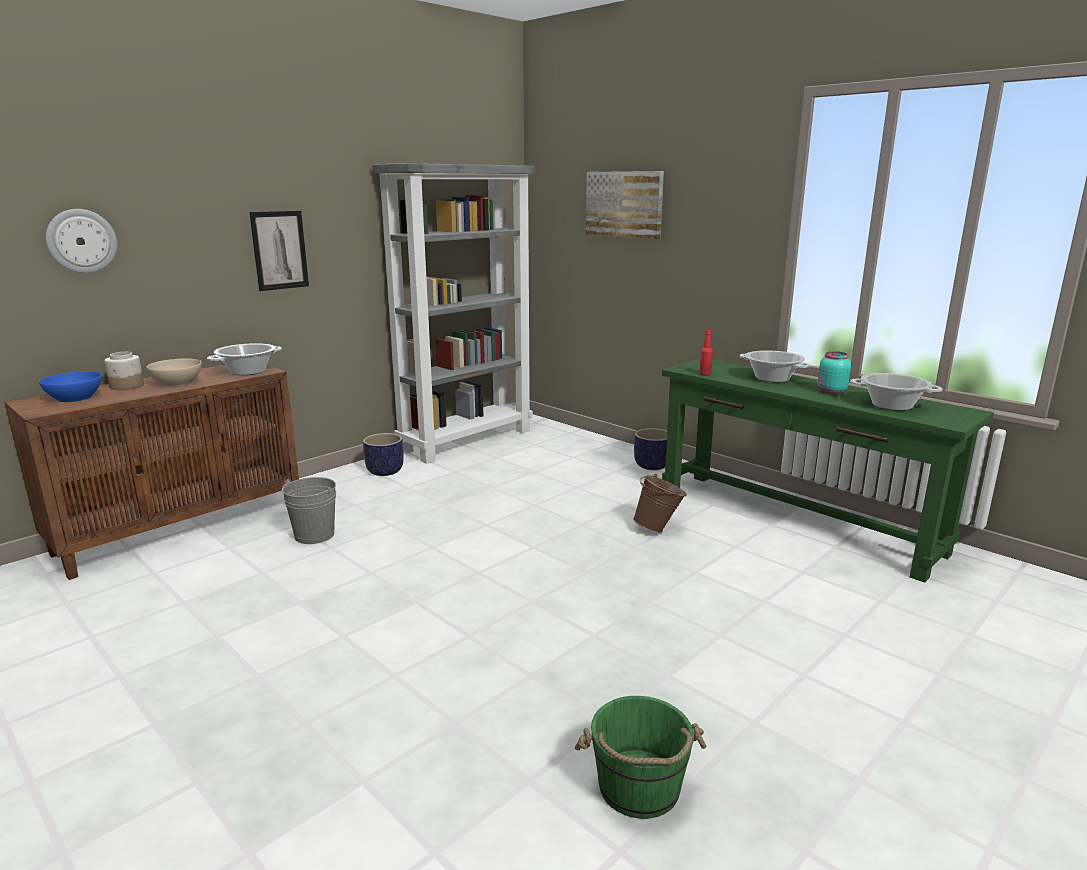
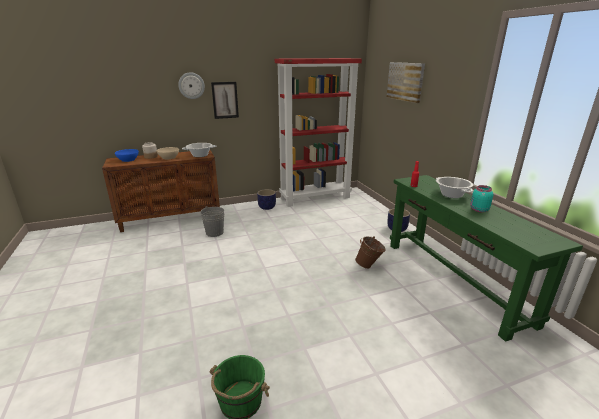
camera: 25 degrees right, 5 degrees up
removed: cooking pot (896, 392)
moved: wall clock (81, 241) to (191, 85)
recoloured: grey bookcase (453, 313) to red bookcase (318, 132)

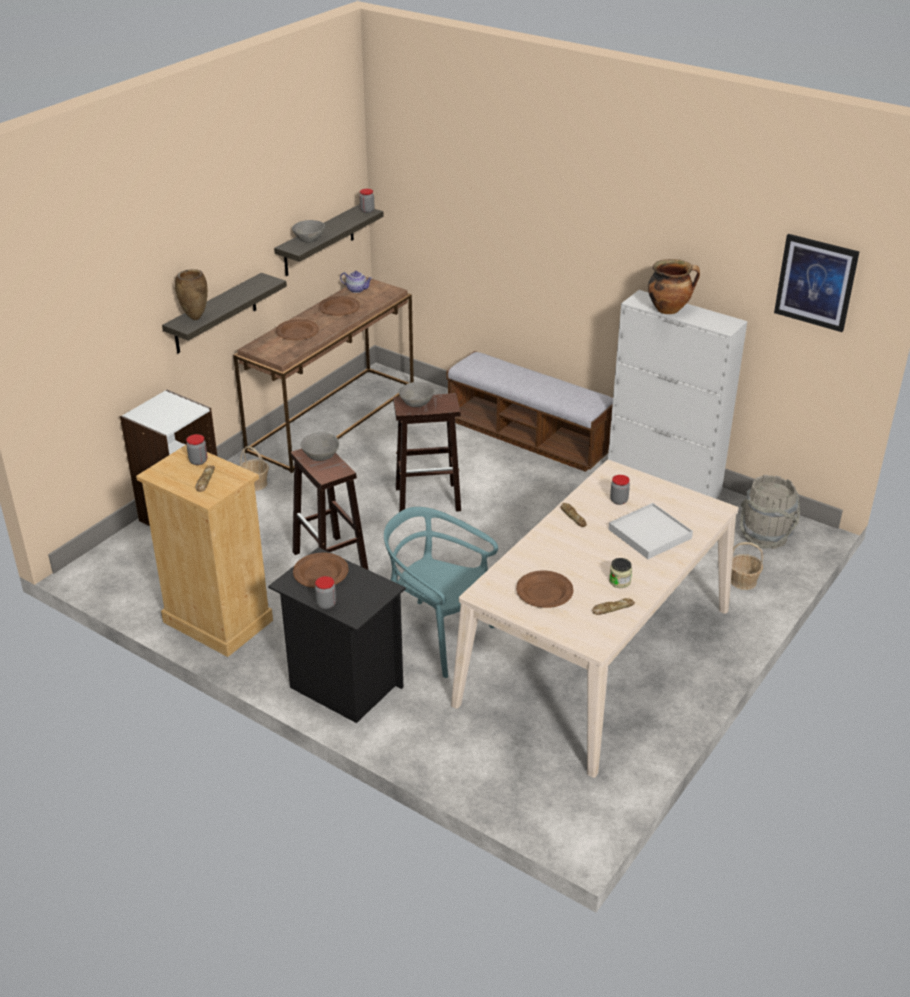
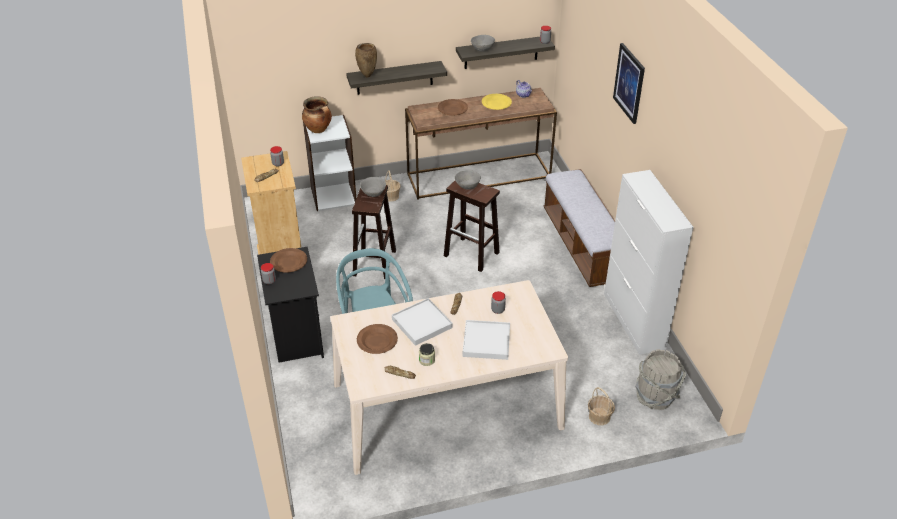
camera: 40 degrees right, 5 degrees up
added: white tray (422, 322)
moved: picture (816, 283) to (629, 83); cooking pot (674, 286) to (317, 114)
recoloured: brown plate (339, 306) to yellow plate (497, 102)

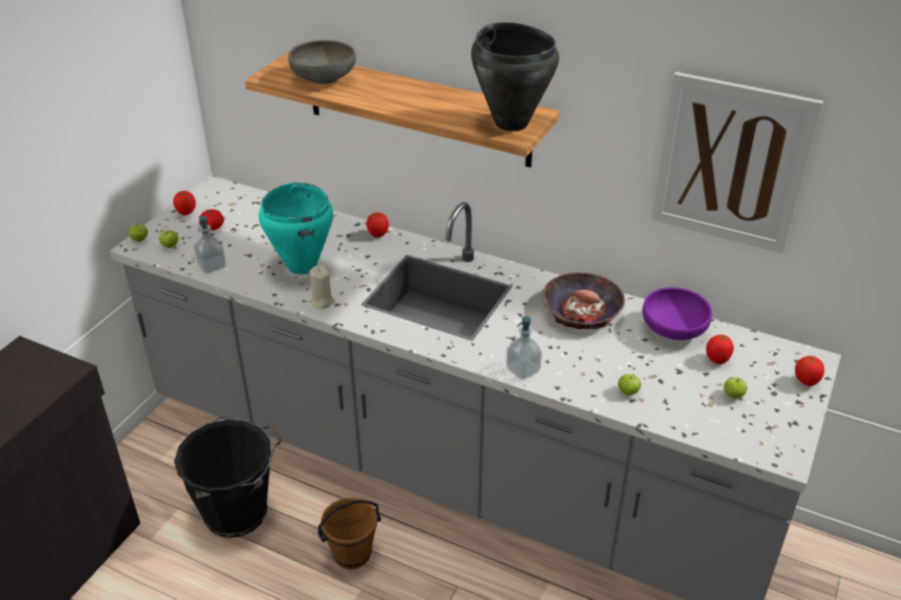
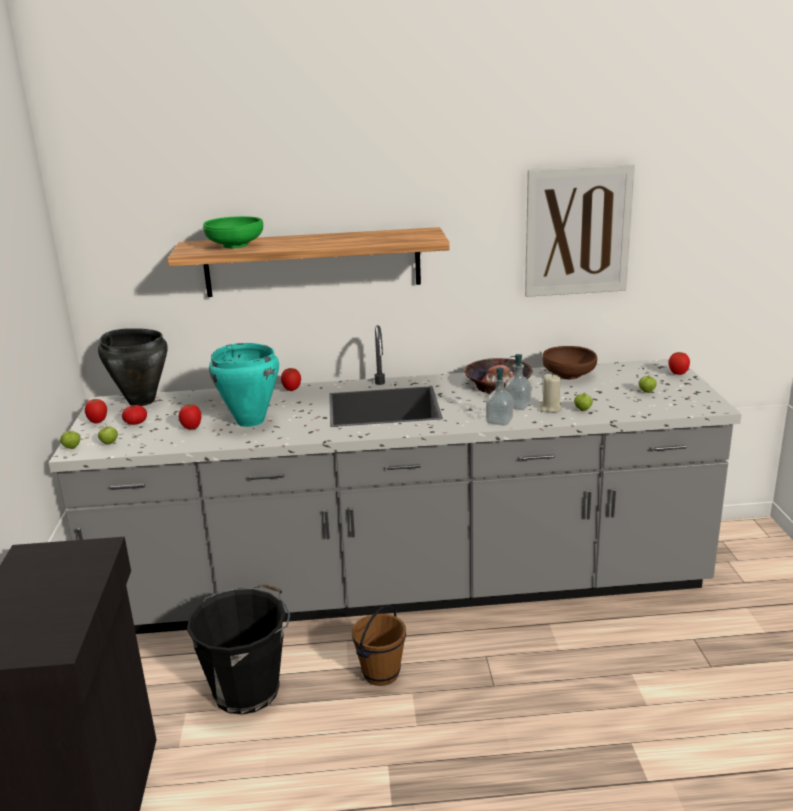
camera: 30 degrees left, 15 degrees down
moved: black cooking pot (515, 76) to (132, 367); soap dispenser (210, 244) to (518, 382); beige candle (321, 287) to (550, 393); tomato (720, 349) to (190, 416)
recoloured: grey bowl (322, 62) to green bowl (233, 232); purple bowl (677, 313) to brown bowl (569, 362)

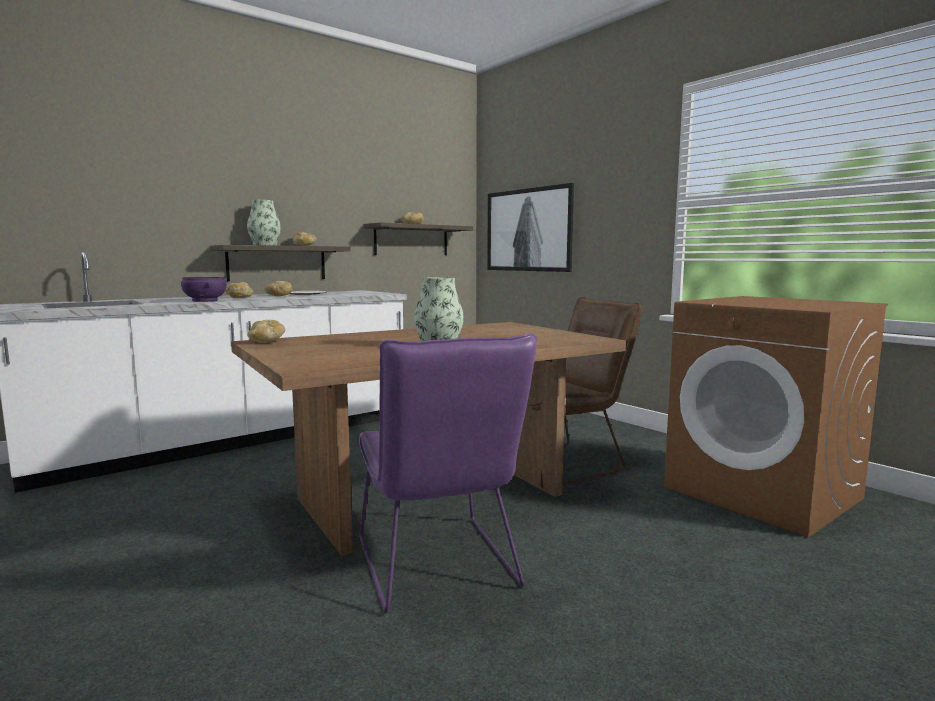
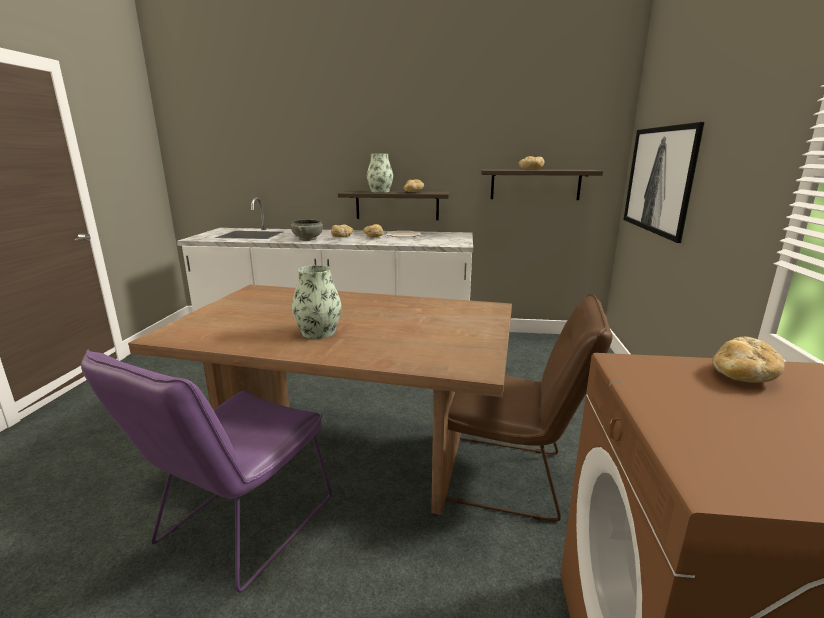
camera: 45 degrees right, 10 degrees up
moved: bread (266, 331) to (748, 360)
recoloured: purple bowl (204, 289) to grey bowl (307, 230)

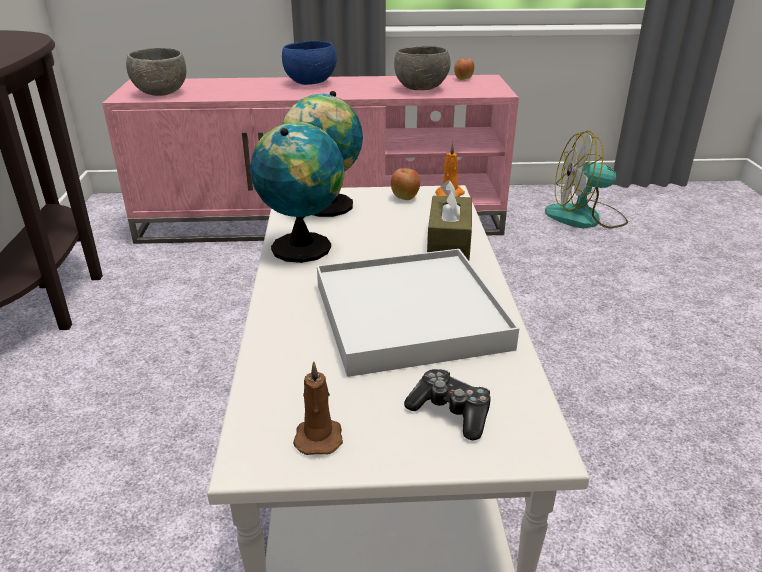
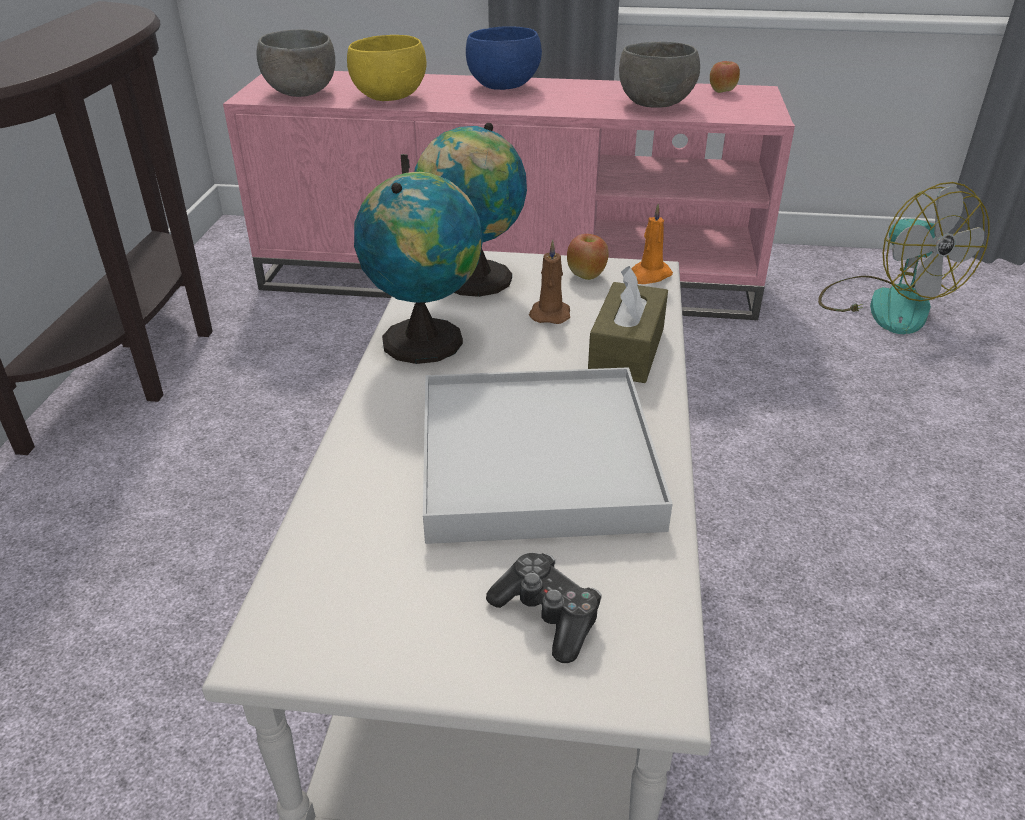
camera: 10 degrees right, 5 degrees up
added: yellow bowl (387, 68)
moved: brown candle (318, 408) to (549, 282)
turned: fan (586, 179) = (904, 258) 120 degrees counterclockwise

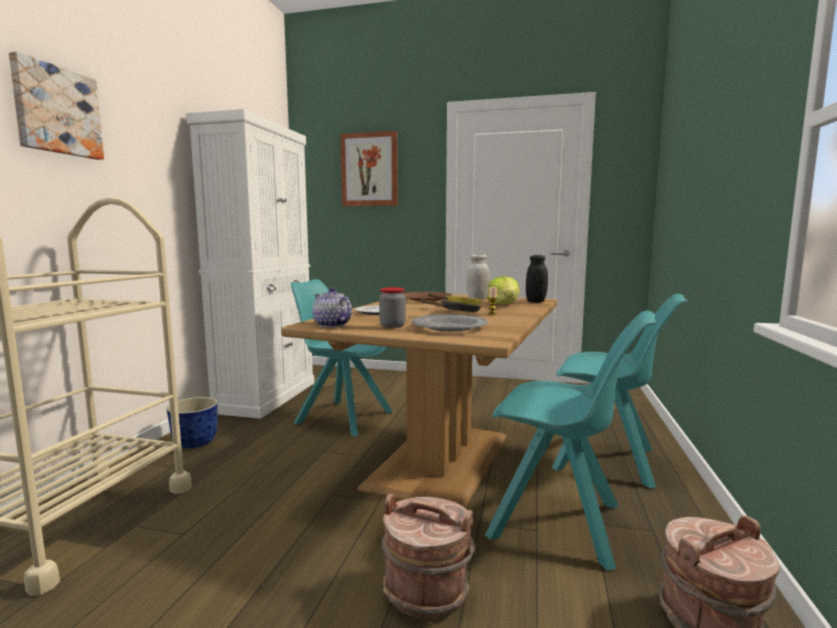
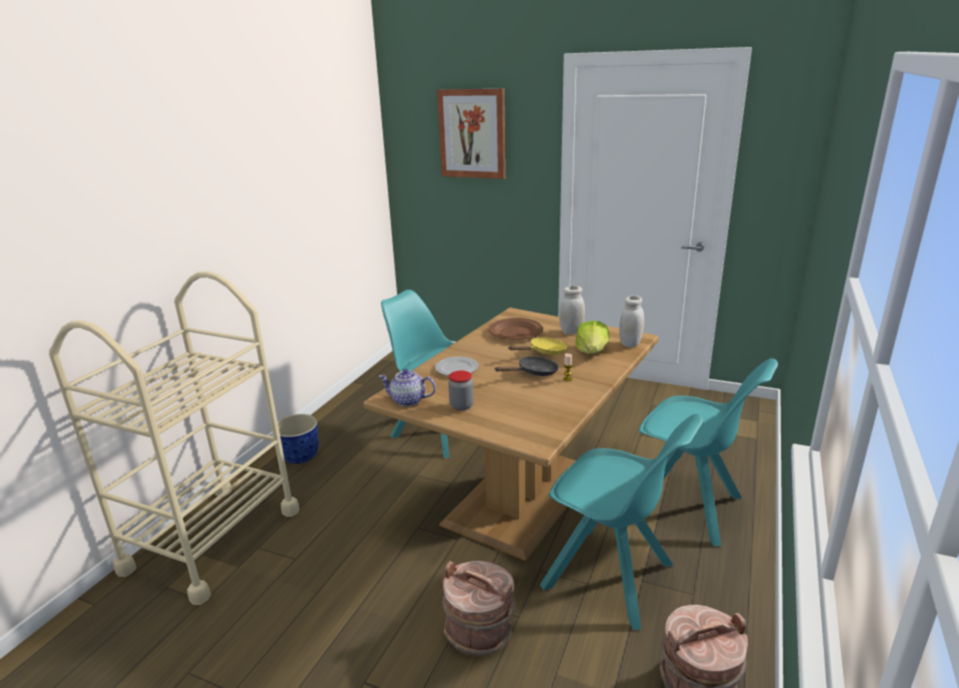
camera: 10 degrees right, 15 degrees up
removed: picture (56, 105); white cabinet (250, 264); grey plate (450, 323)
recoloured: black jar (537, 279) to white jar (631, 321)
turned: teapot (332, 308) = (407, 387) 45 degrees counterclockwise

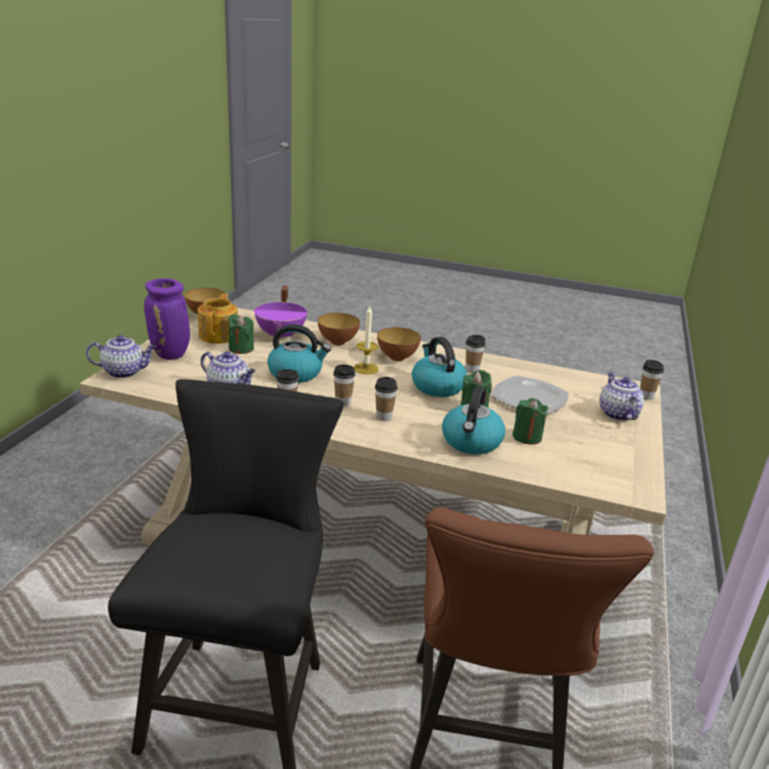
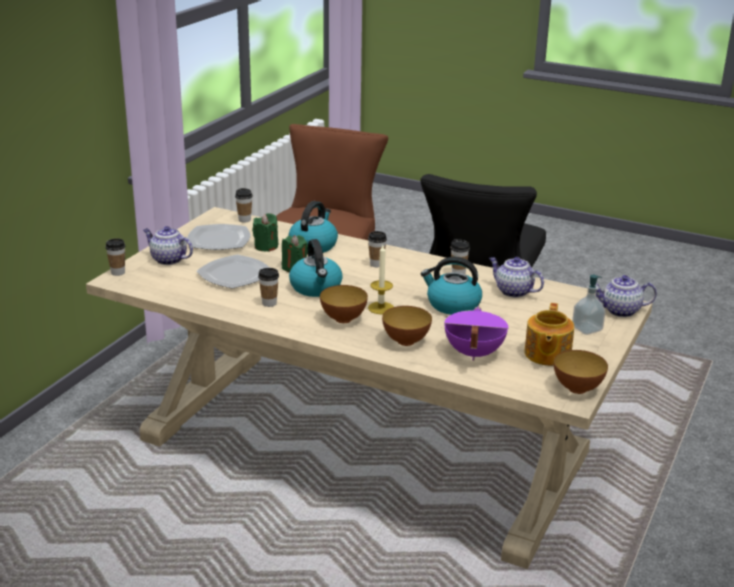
camera: 170 degrees left, 0 degrees up
removed: green candle (241, 334)
added: plate (218, 237)
moved: cup (344, 385) to (244, 205)
replaced: purple vase (167, 319) to soap dispenser (589, 305)
turned: teapot (621, 396) = (168, 245) 120 degrees clockwise

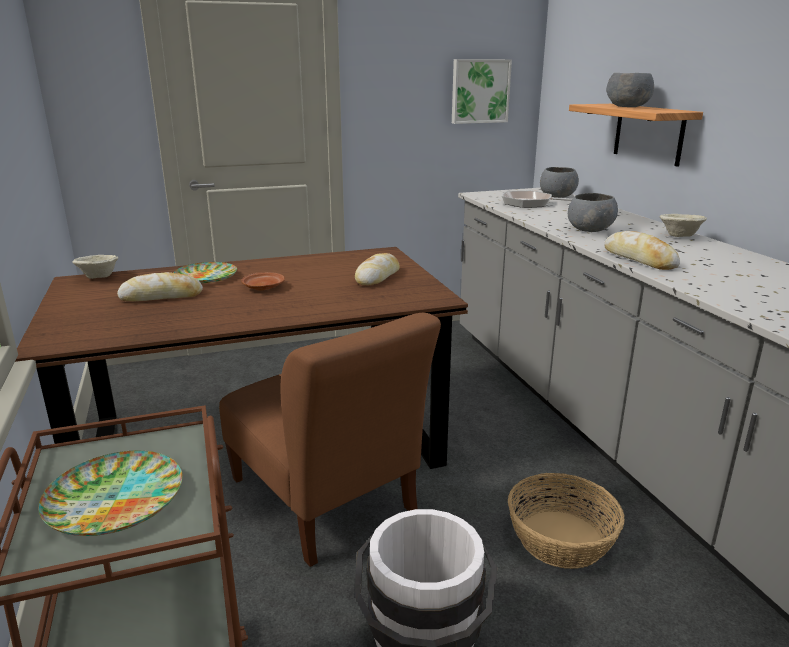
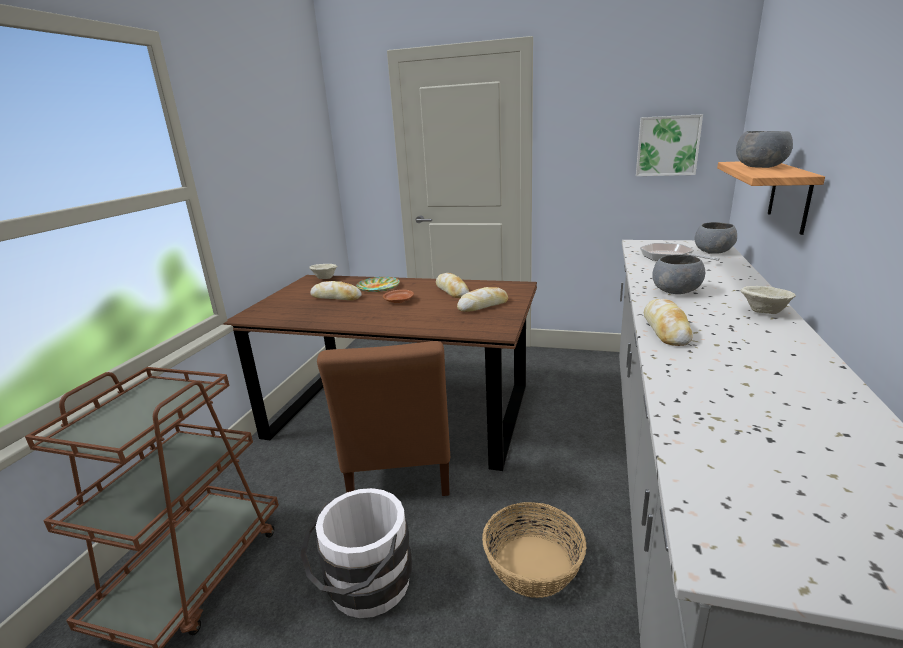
camera: 35 degrees right, 0 degrees up
removed: plate (110, 493)
added: bread (452, 285)

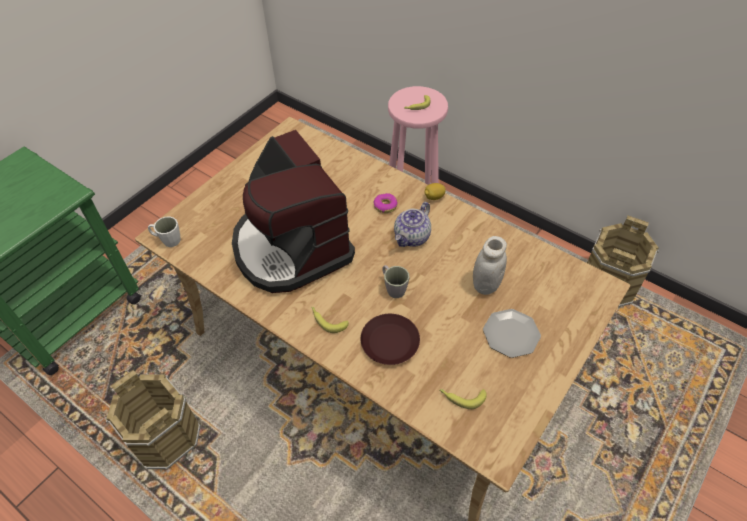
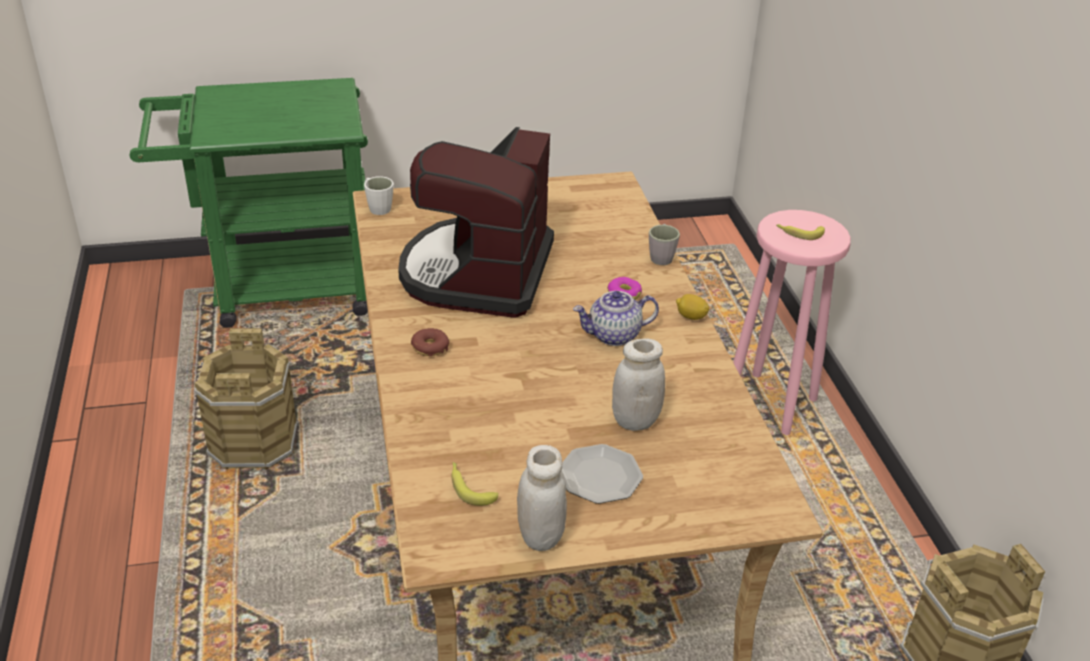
camera: 40 degrees right, 15 degrees down
removed: brown plate (390, 339)
added: white jar (542, 498)
moved: grey mug (396, 281) to (664, 244)
replaced: banana (330, 320) to donut (430, 342)

